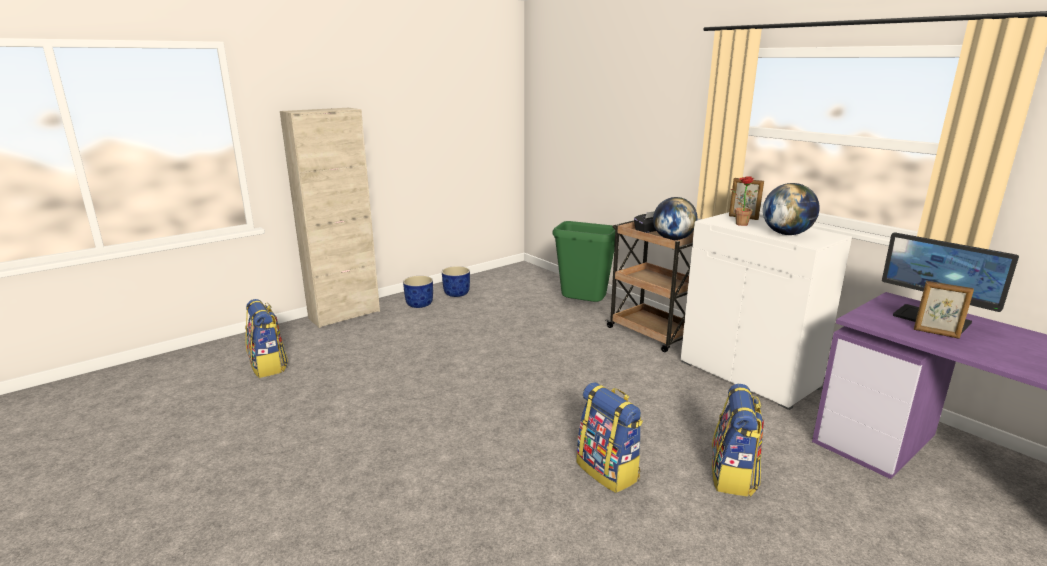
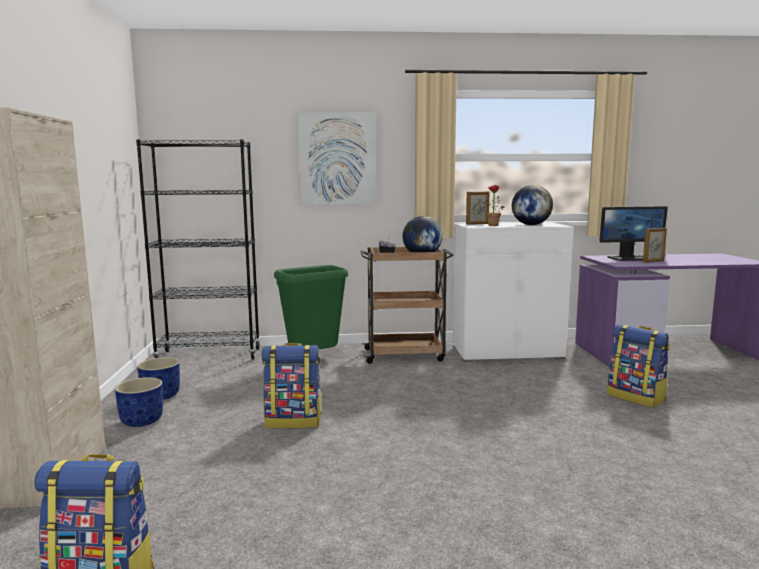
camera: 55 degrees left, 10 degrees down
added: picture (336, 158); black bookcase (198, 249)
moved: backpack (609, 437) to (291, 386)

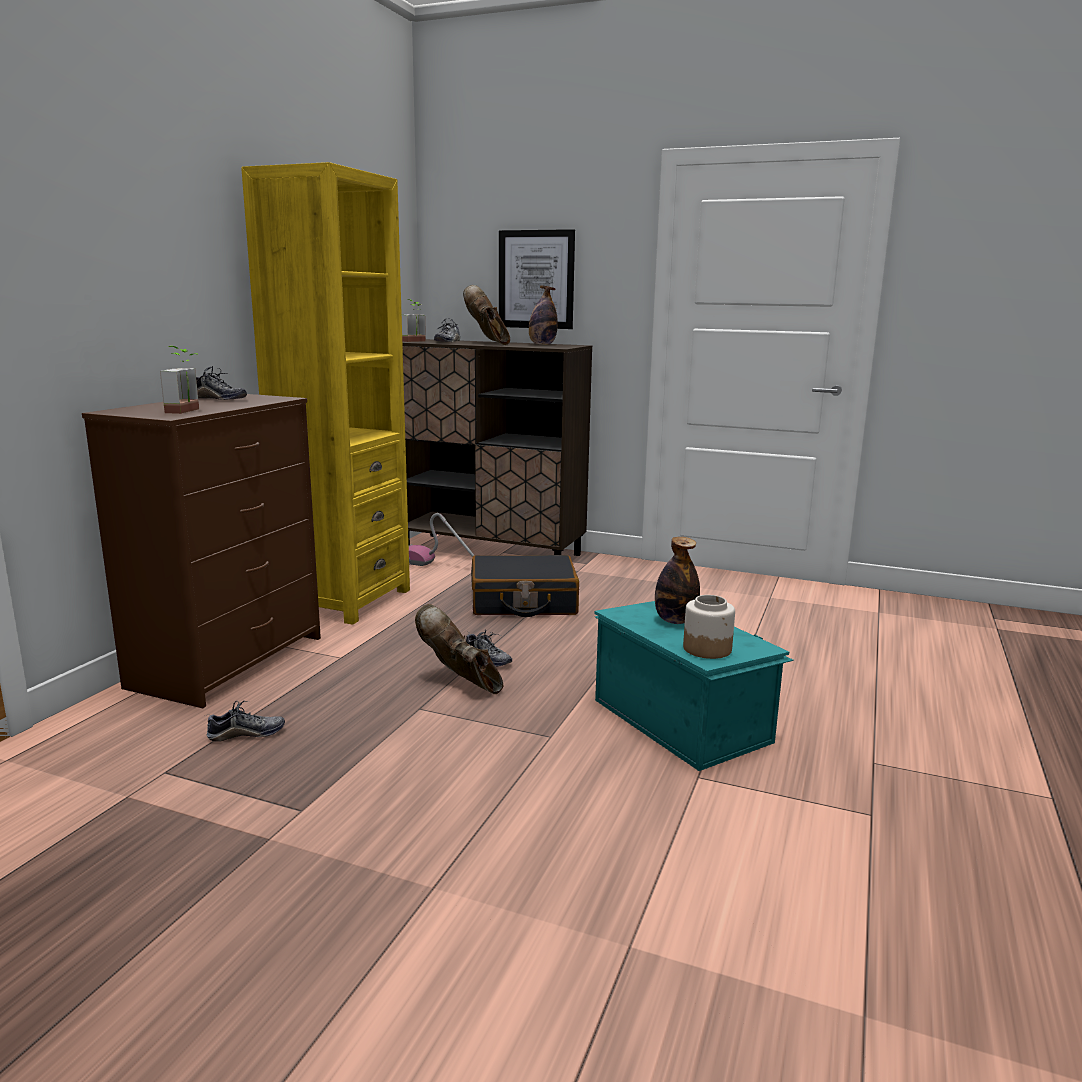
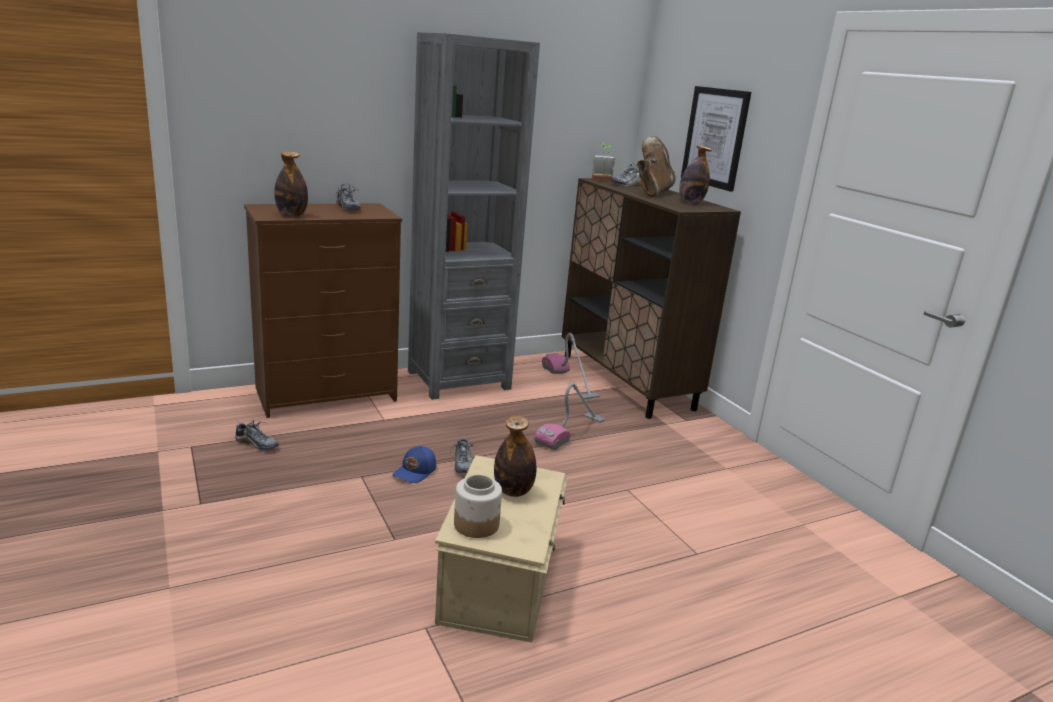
camera: 40 degrees right, 5 degrees up
replaced: potted plant (179, 380) to bottle (291, 183); black suitcase (525, 586) to vacuum cleaner (569, 416); brown boot (459, 649) to blue cap (414, 464)
recoloured: yellow bookcase (325, 393) to grey bookcase (474, 216); turquoise storage box (694, 686) to beige storage box (501, 549)

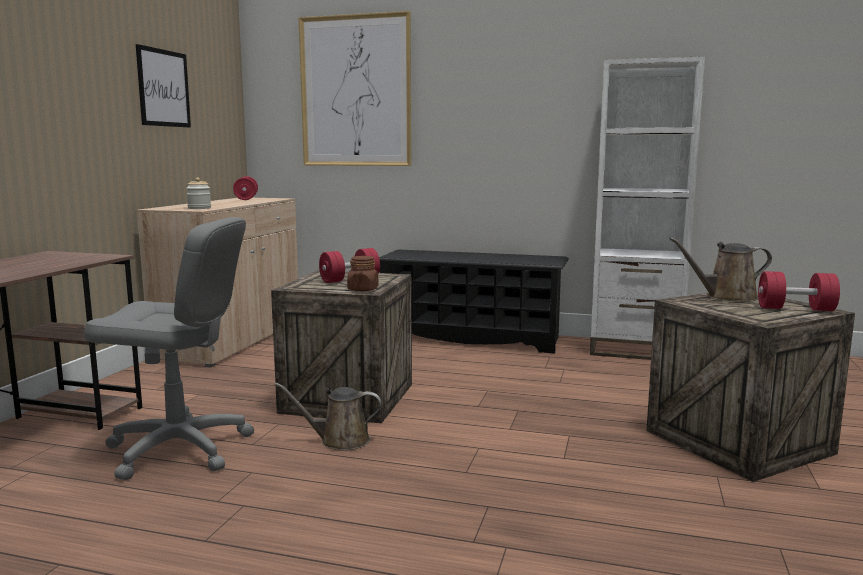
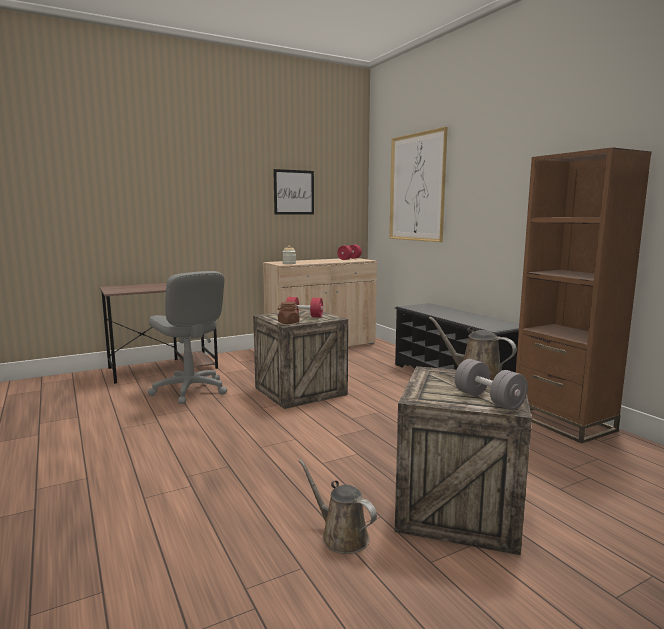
camera: 45 degrees right, 0 degrees up
moved: brown watering can (328, 417) to (338, 506)
recoloured: white bookcase (647, 208) to brown bookcase (584, 295); red dumbbell (799, 291) to grey dumbbell (491, 384)

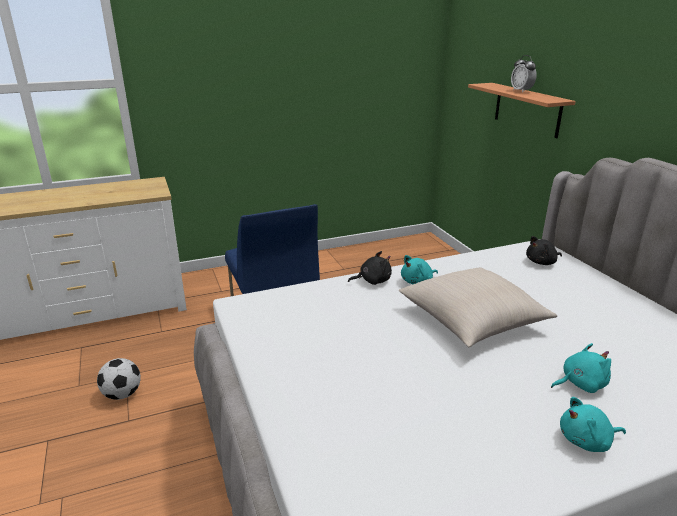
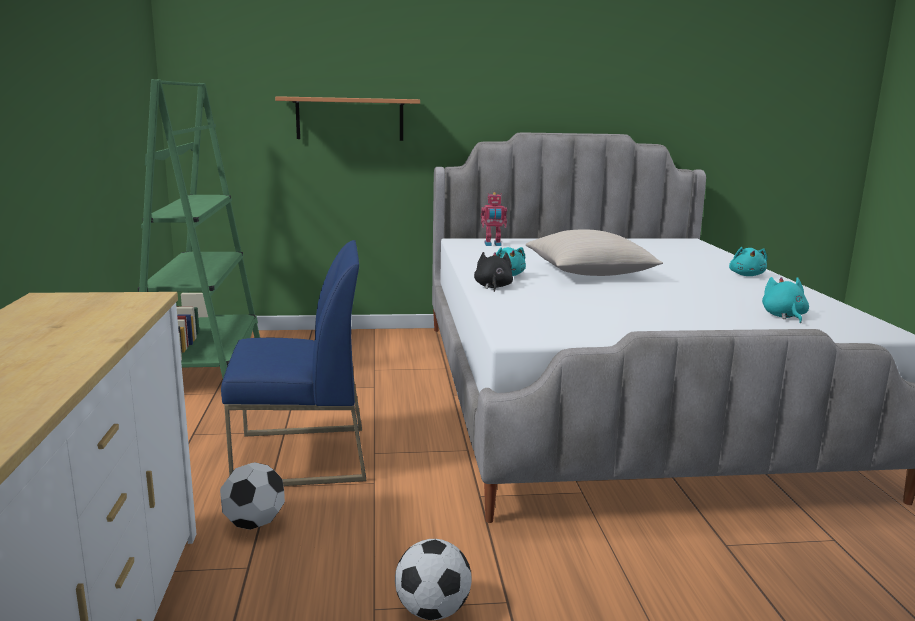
camera: 75 degrees left, 10 degrees down
removed: alarm clock (524, 73)
added: green bookcase (199, 228); football (252, 496)
moved: turquoise plush toy (581, 368) to (785, 300)
replaced: black plush toy (544, 250) to toy robot (494, 219)

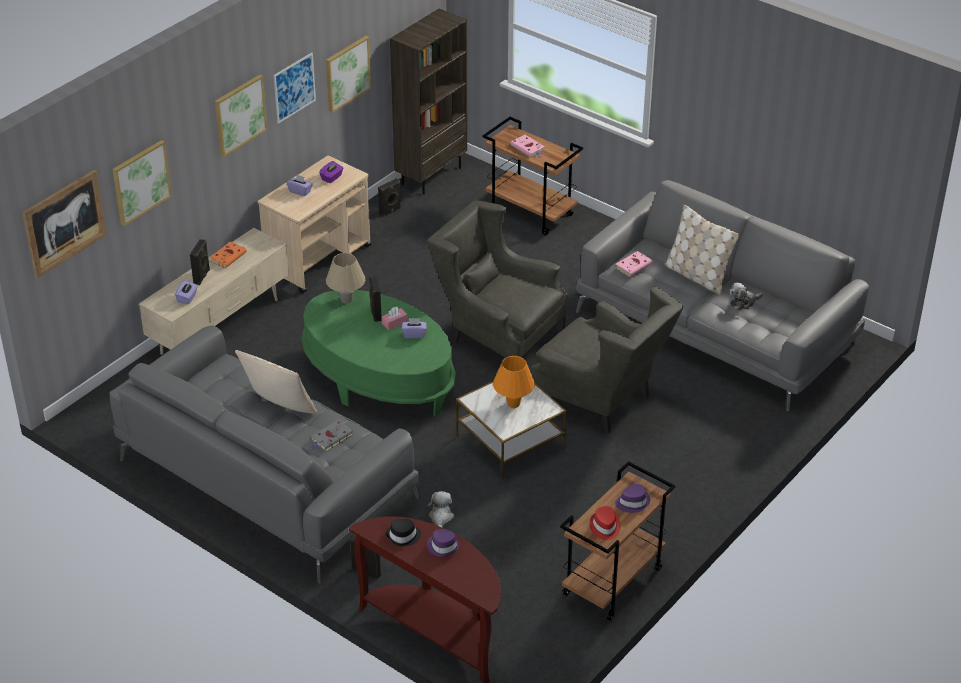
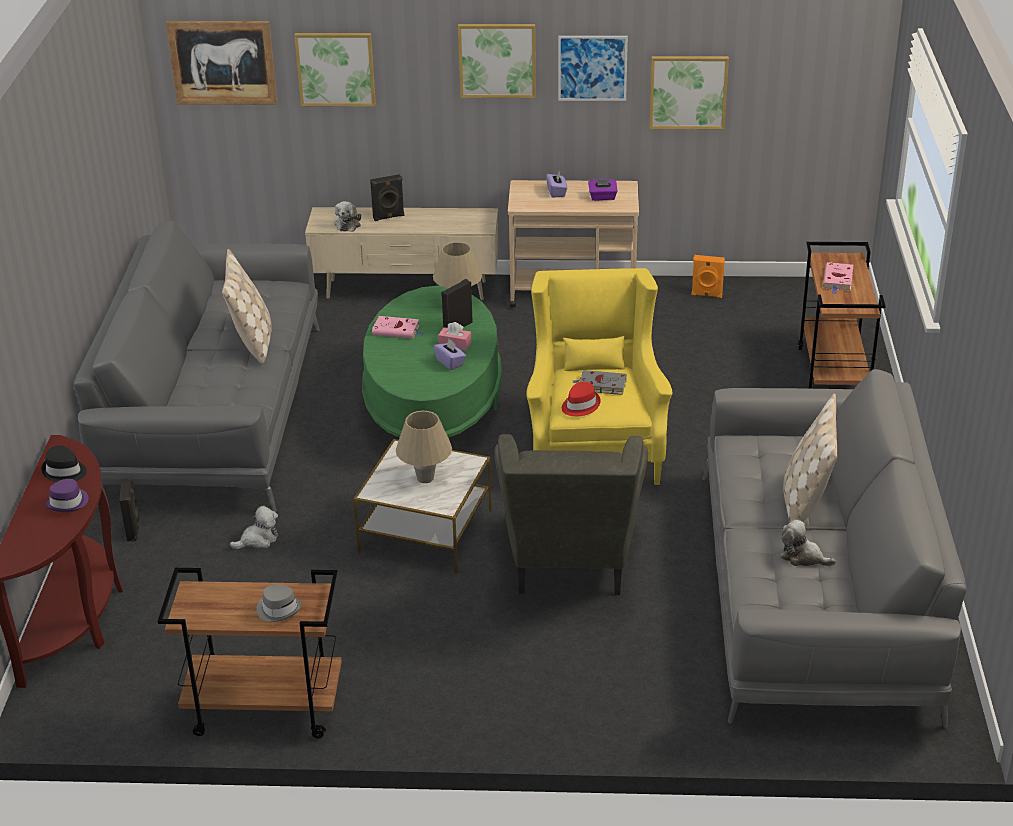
camera: 55 degrees right, 5 degrees down
removed: brown bookcase (428, 101); orange book (228, 255)
moved: pink book (634, 264) to (398, 327); grey book (331, 435) to (599, 382); red hat (604, 523) to (581, 399)
replaced: purple tissue box (186, 292) to plush toy (347, 216)
recoloured: black speaker (389, 197) to orange speaker (708, 276); grey armchair (497, 279) to yellow armchair (599, 376); orange table lamp (514, 382) to beige table lamp (424, 447); purple hat (632, 498) to grey hat (279, 603)

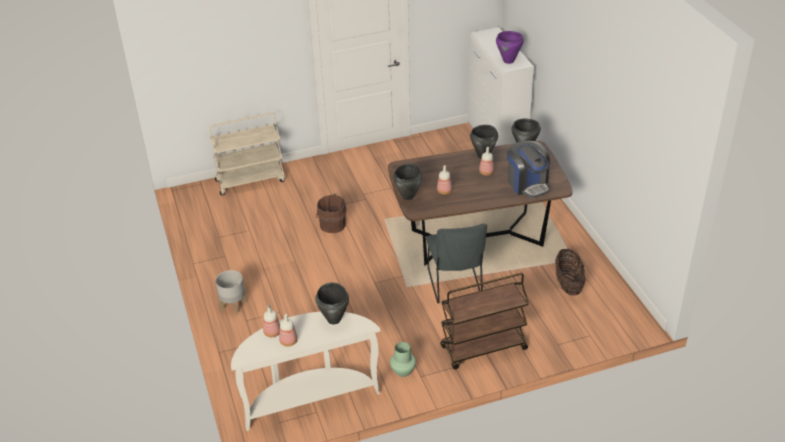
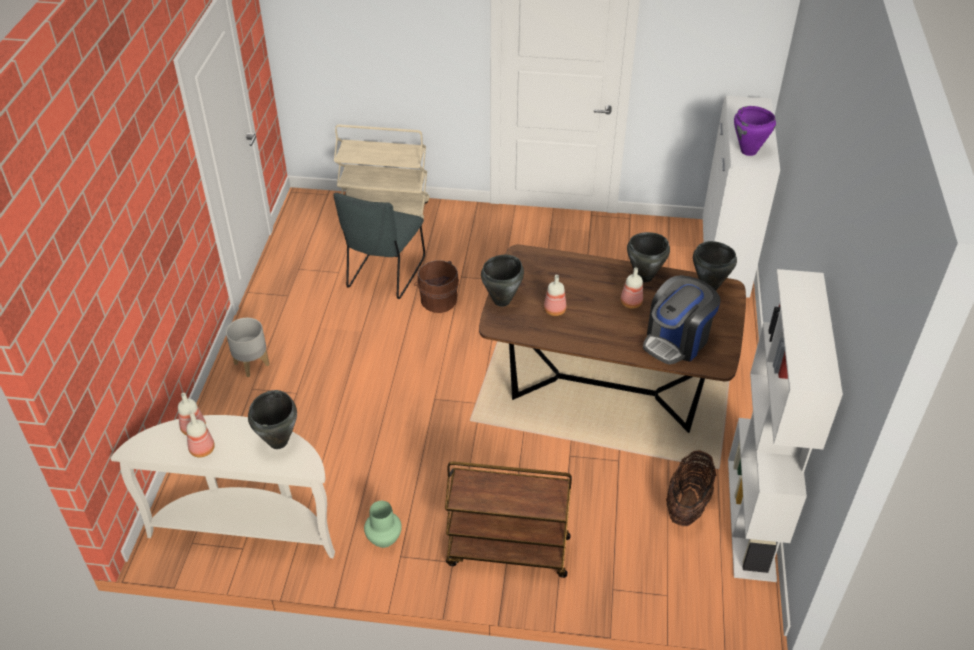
camera: 25 degrees right, 5 degrees up
added: white bookcase (785, 425)
moved: grey chair (456, 264) to (379, 246)
turned: coffee machine (528, 169) = (681, 320) 45 degrees clockwise

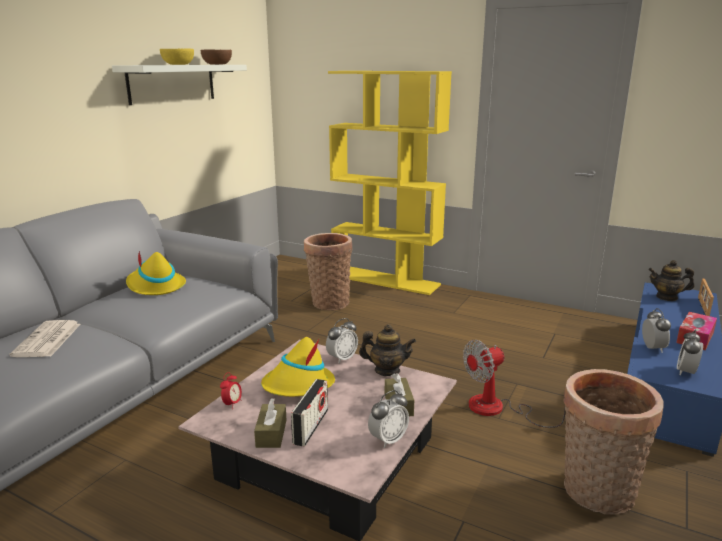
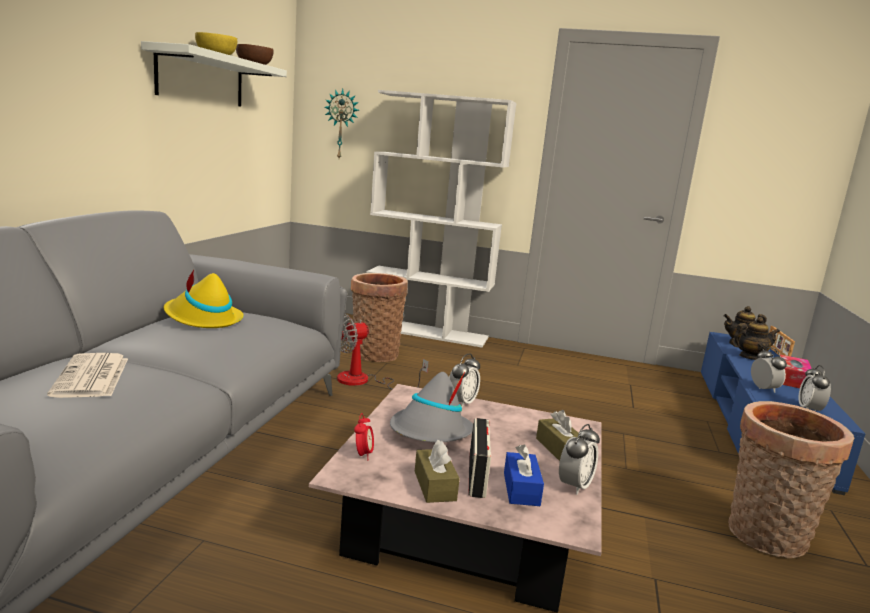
camera: 15 degrees left, 5 degrees down
added: wall clock (341, 123); blue tissue box (524, 475)
moved: teapot (387, 350) to (755, 338); fan (514, 384) to (383, 351)
recoloured: yellow bookcase (390, 183) to white bookcase (441, 219); yellow hat (298, 367) to grey hat (431, 407)

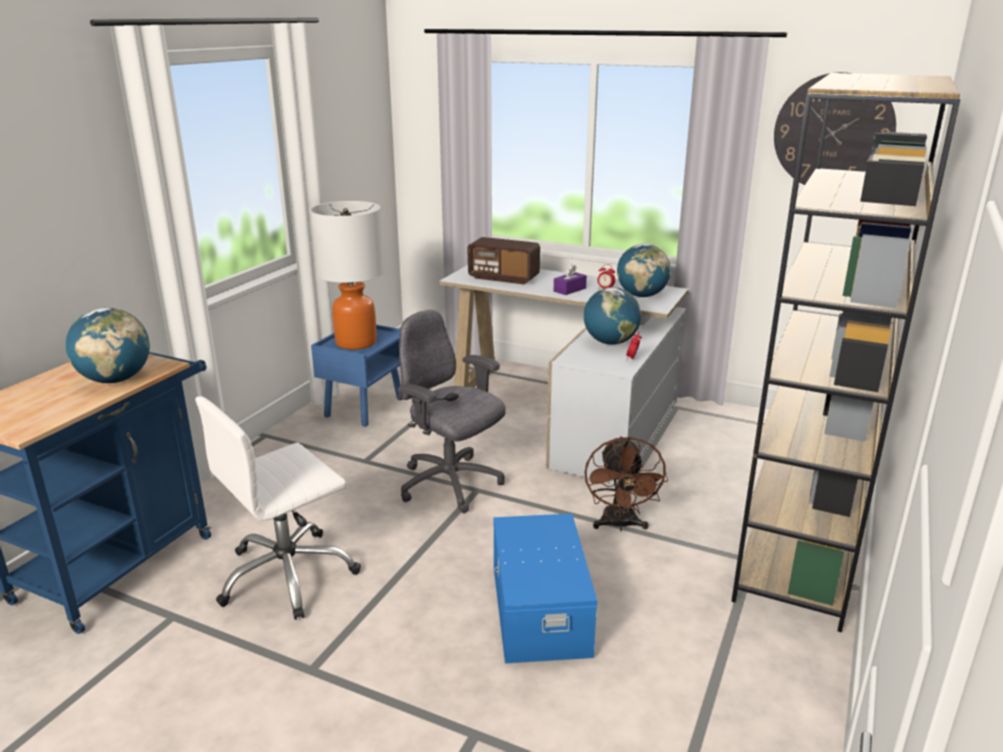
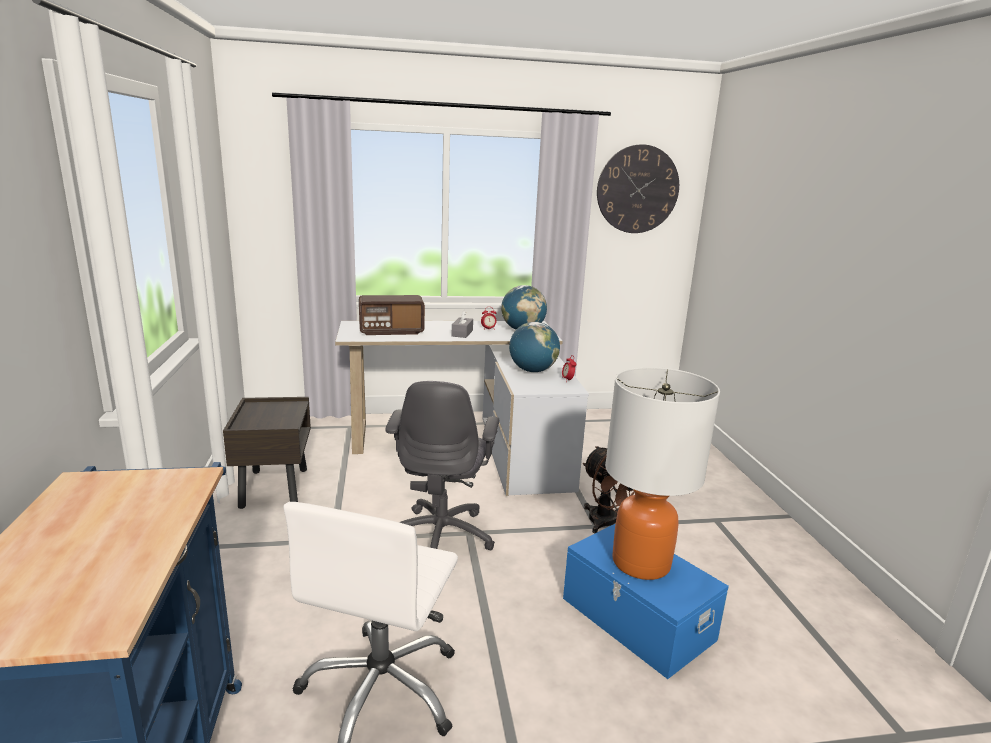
camera: 35 degrees left, 5 degrees down
removed: brown bookcase (845, 352); globe (108, 345)
moved: table lamp (347, 275) to (662, 473)
recoloured: purple tissue box (570, 279) to grey tissue box (462, 324); blue nightstand (356, 375) to brown nightstand (267, 453)
turned: grey office chair (452, 411) = (442, 465) 90 degrees counterclockwise

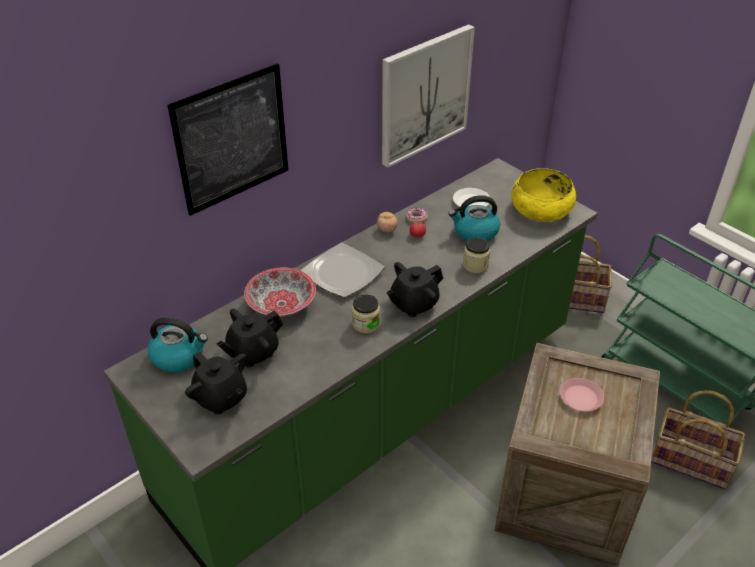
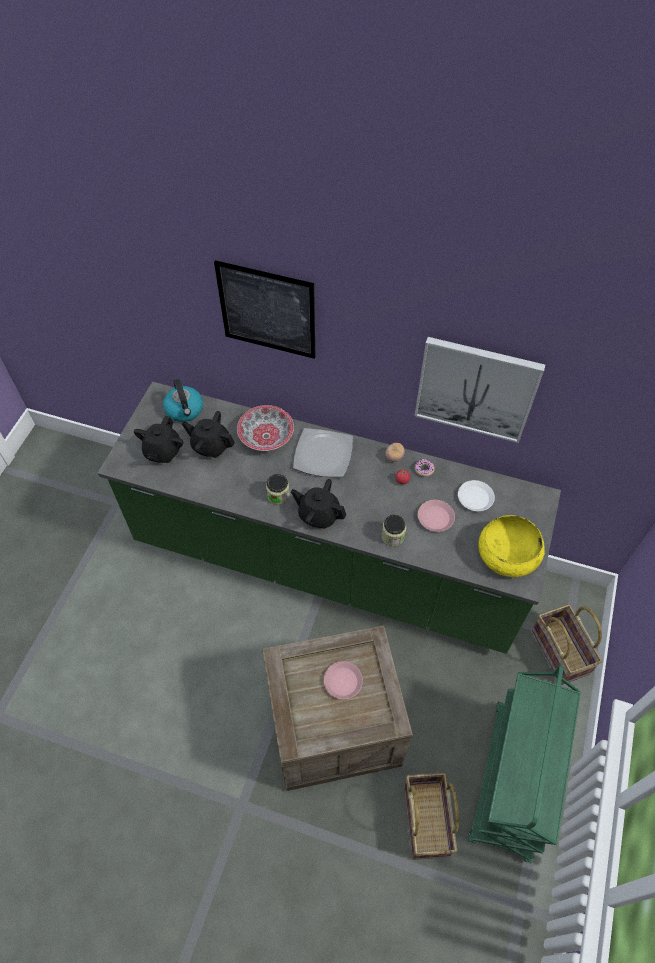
camera: 60 degrees right, 15 degrees up
replaced: kettle (474, 218) to pink plate (436, 516)

